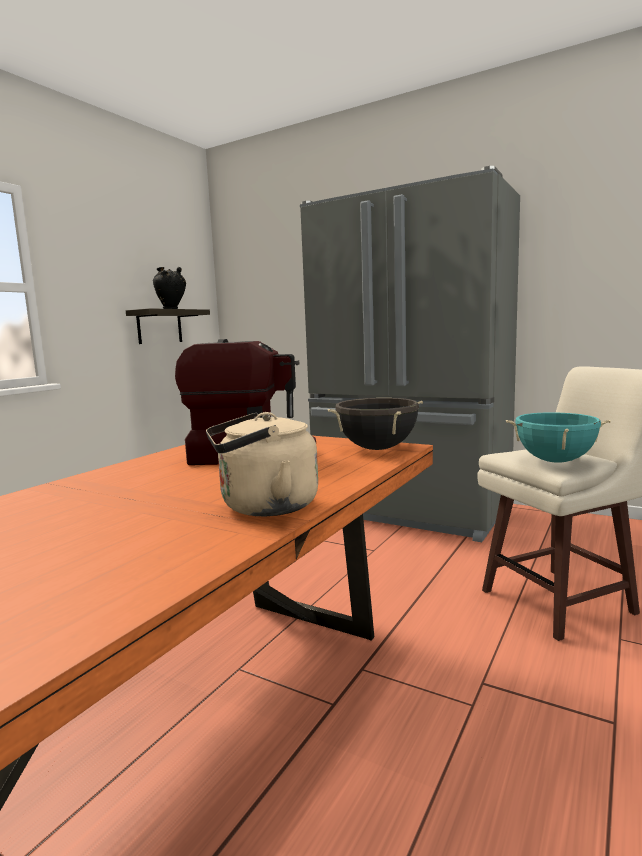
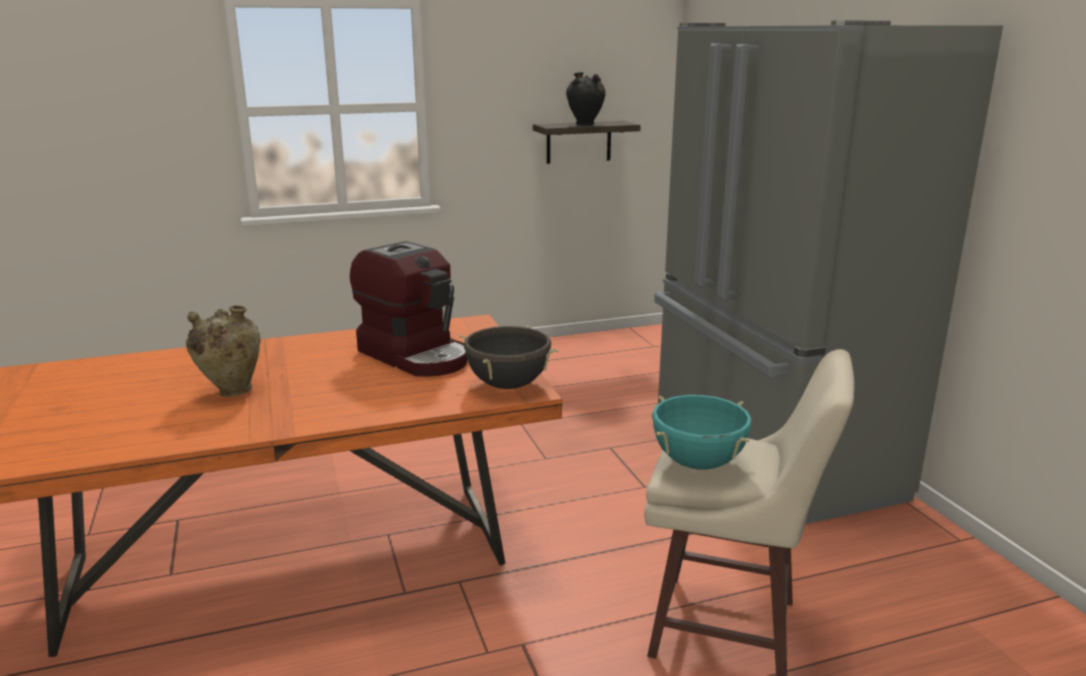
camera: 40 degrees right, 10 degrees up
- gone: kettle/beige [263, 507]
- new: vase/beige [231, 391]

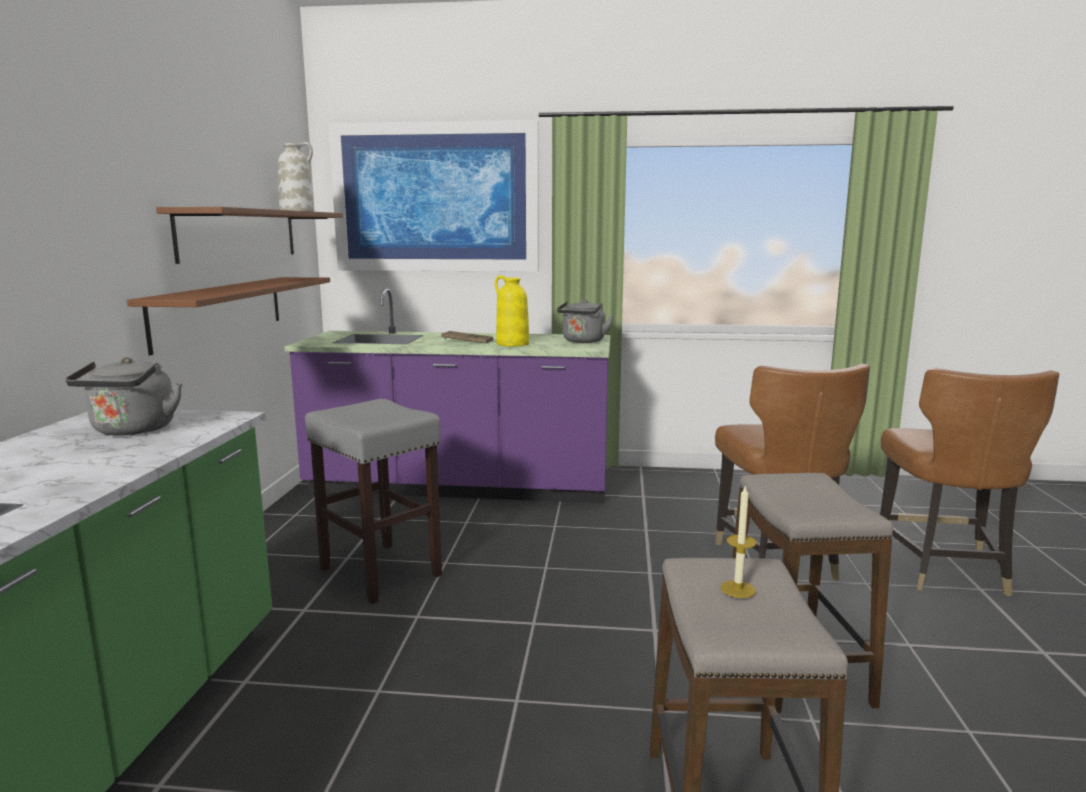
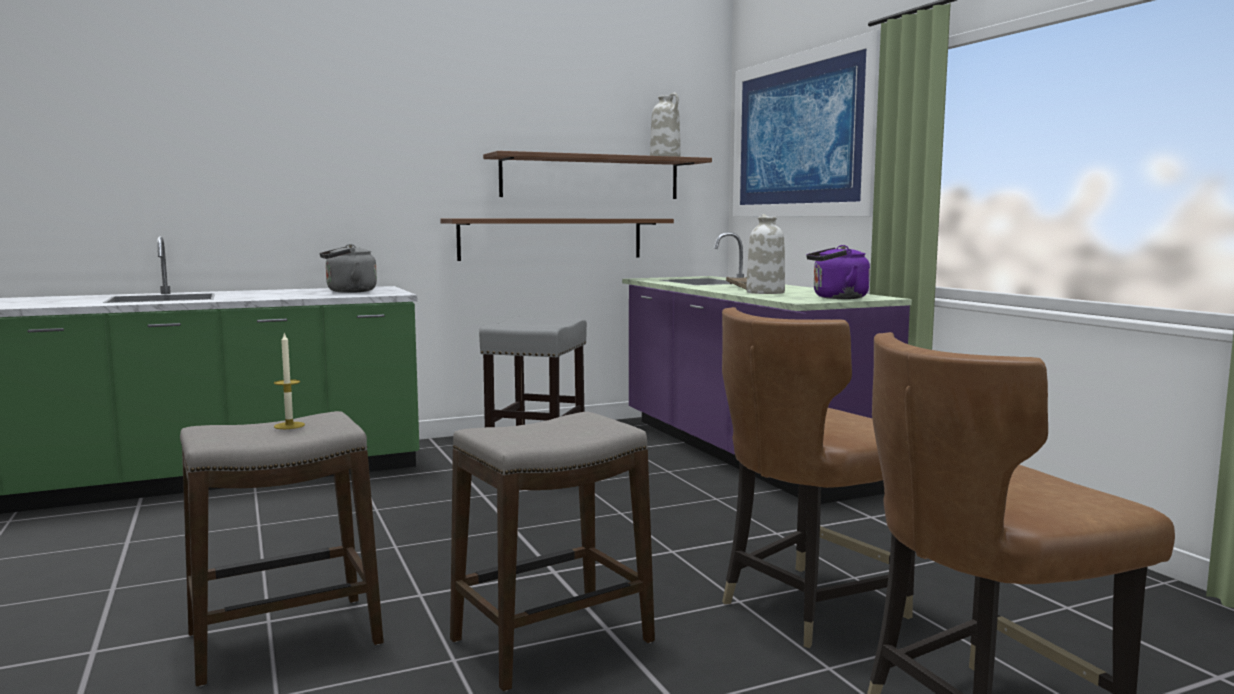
camera: 60 degrees right, 5 degrees down
- repainted: vase/yellow [512, 344] to vase/white [764, 292]
- repainted: kettle/grey [583, 341] to kettle/purple [836, 298]

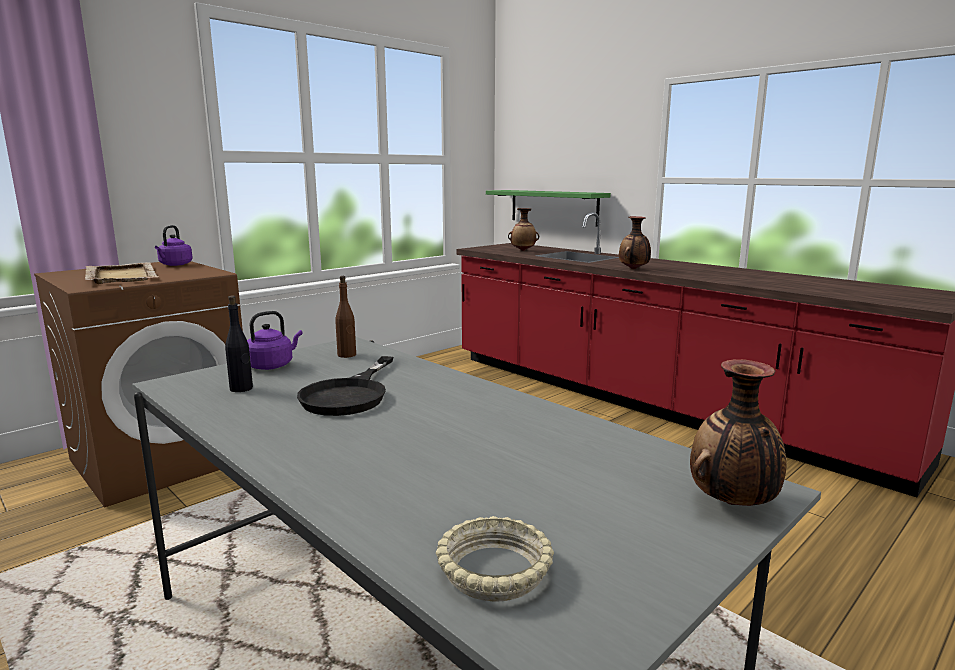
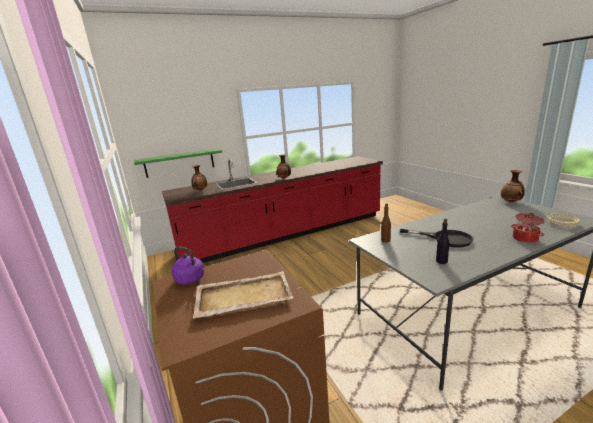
camera: 70 degrees left, 5 degrees up
- gone: kettle/purple [272, 365]
- new: cooking pot [525, 238]

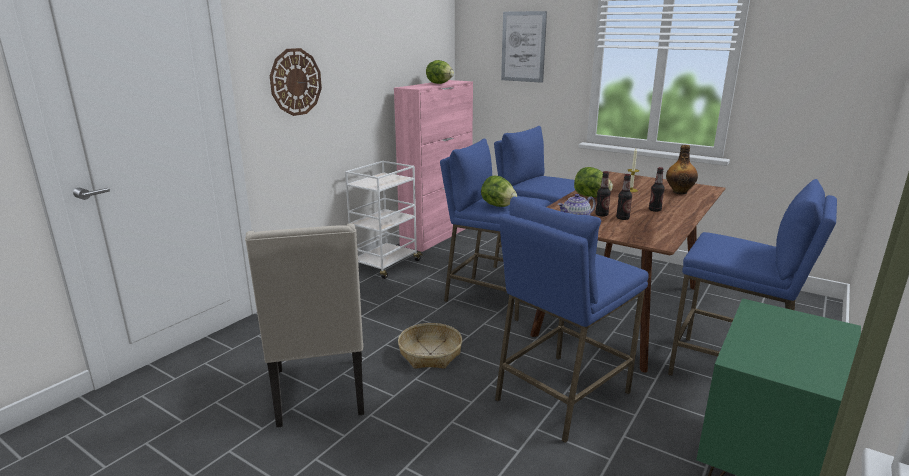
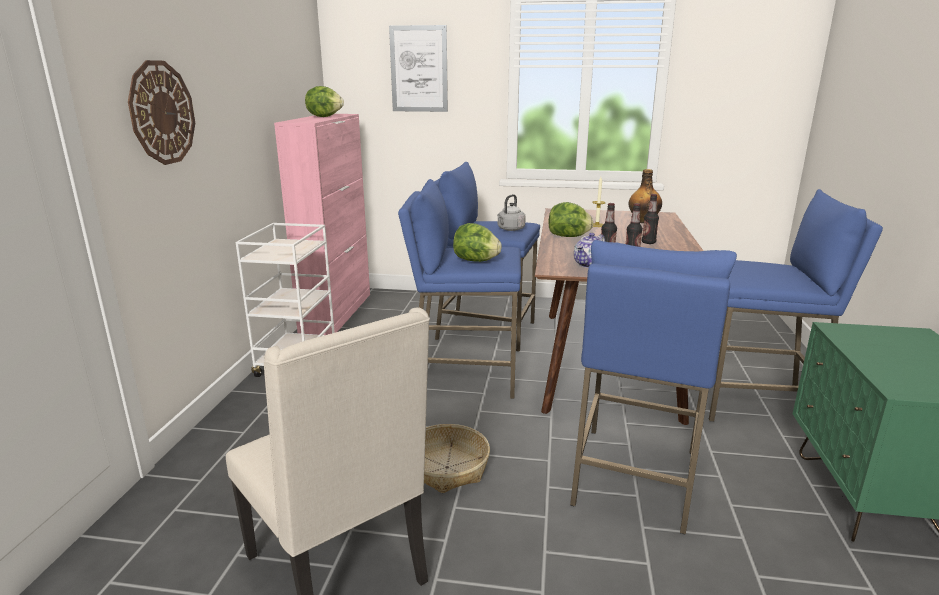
camera: 25 degrees left, 0 degrees up
- new: kettle/grey [510, 229]

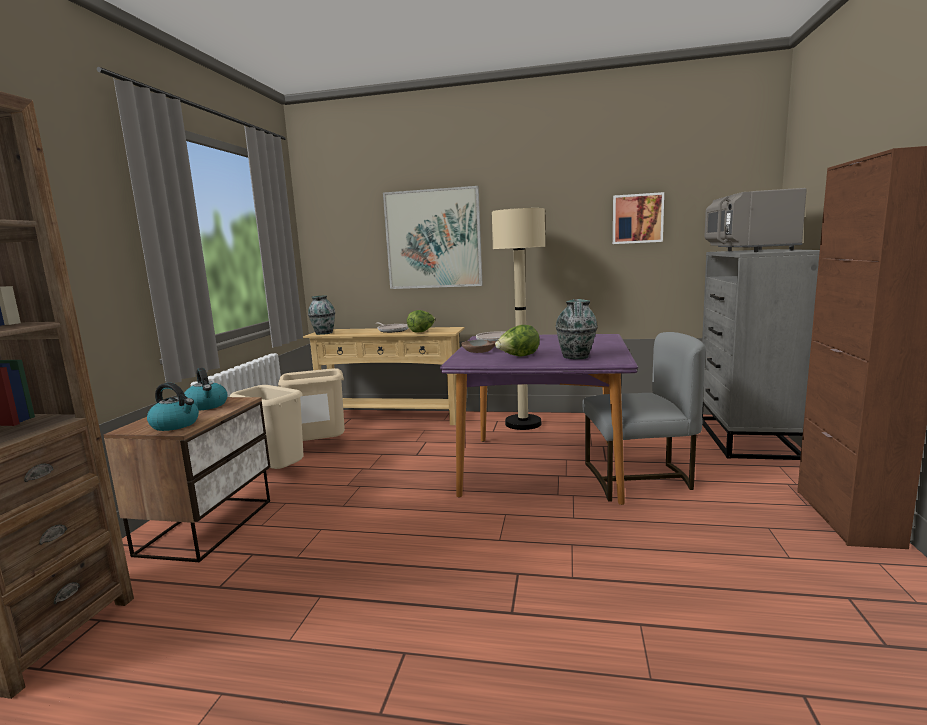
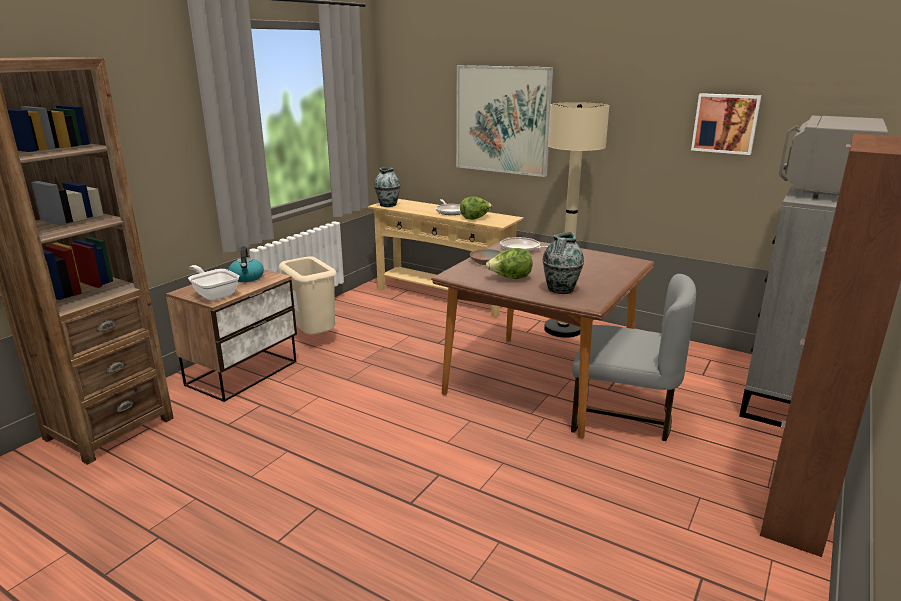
camera: 20 degrees right, 10 degrees up
- swapped: kettle [176, 425] to frying pan [214, 294]
- gone: trash can/beige [318, 449]
- repainted: dining table/purple [542, 468] to dining table/brown [540, 383]

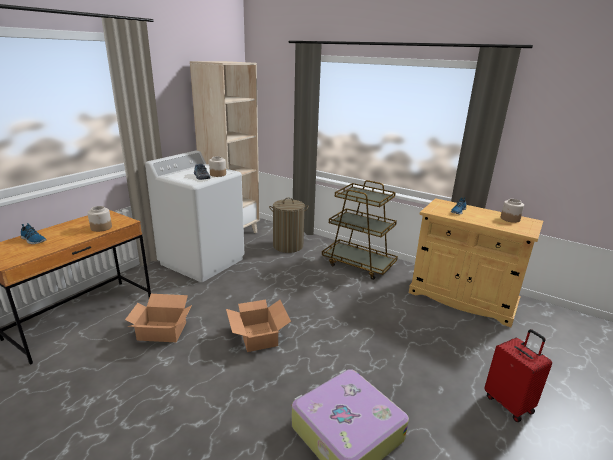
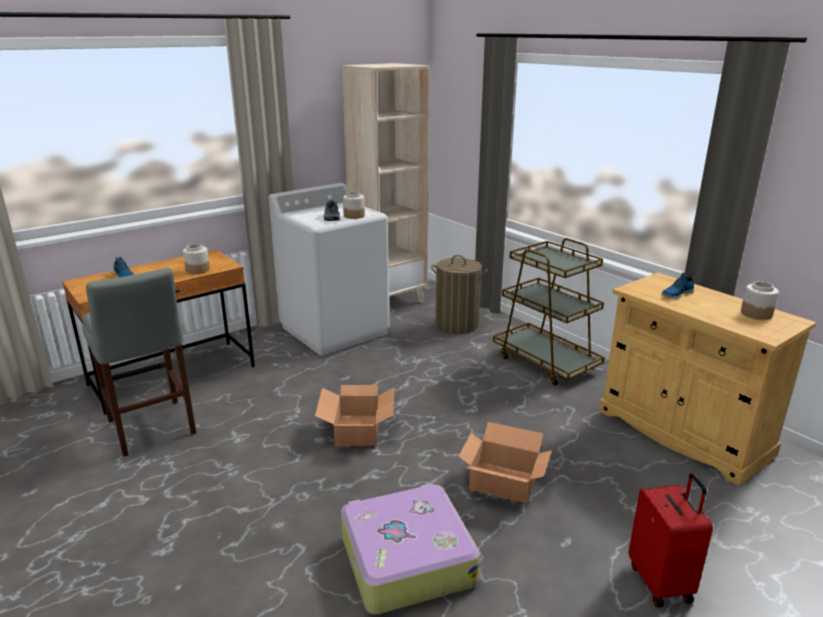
camera: 20 degrees right, 0 degrees up
- shifted: cardboard box [162, 331] to [503, 482]
- new: stool/grey [152, 429]

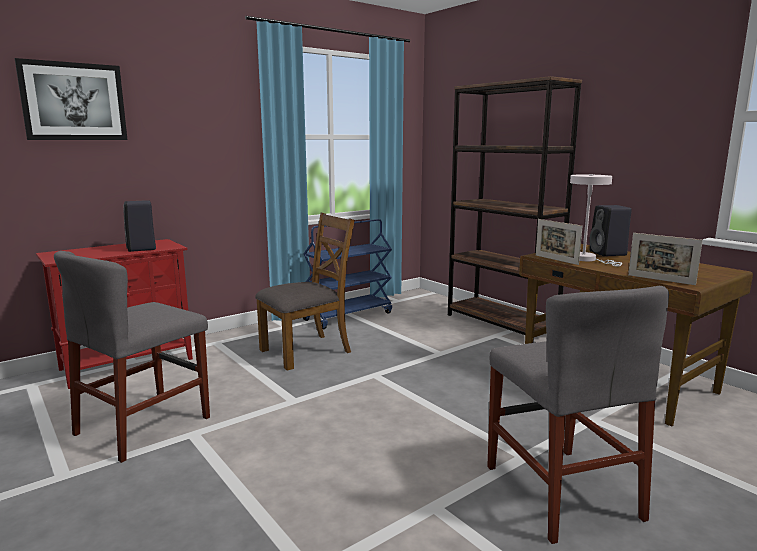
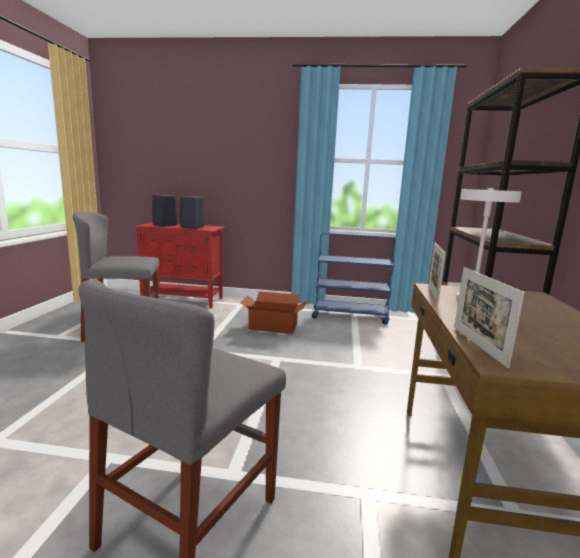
camera: 45 degrees right, 0 degrees up
- gone: picture [74, 102]
- swapped: chair/brown [306, 351] to cardboard box [273, 327]
- shifted: speaker/black [608, 253] to [164, 225]

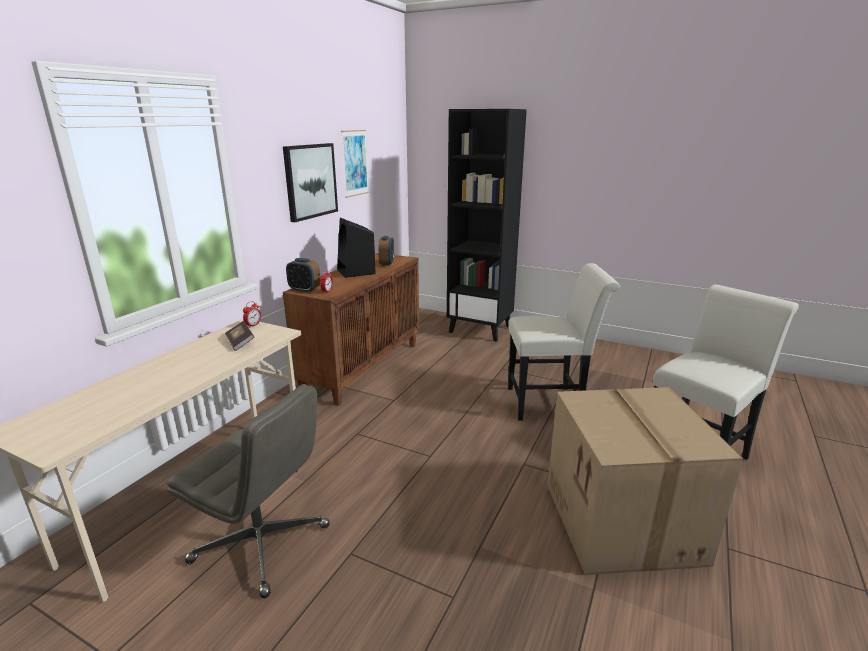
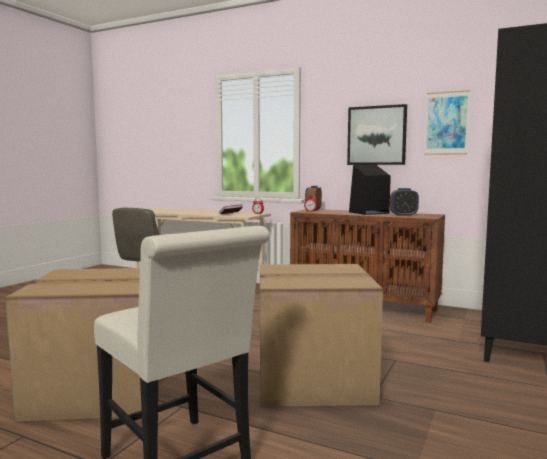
camera: 90 degrees right, 15 degrees down
- swapped: chair/white [550, 403] to cardboard box [311, 380]

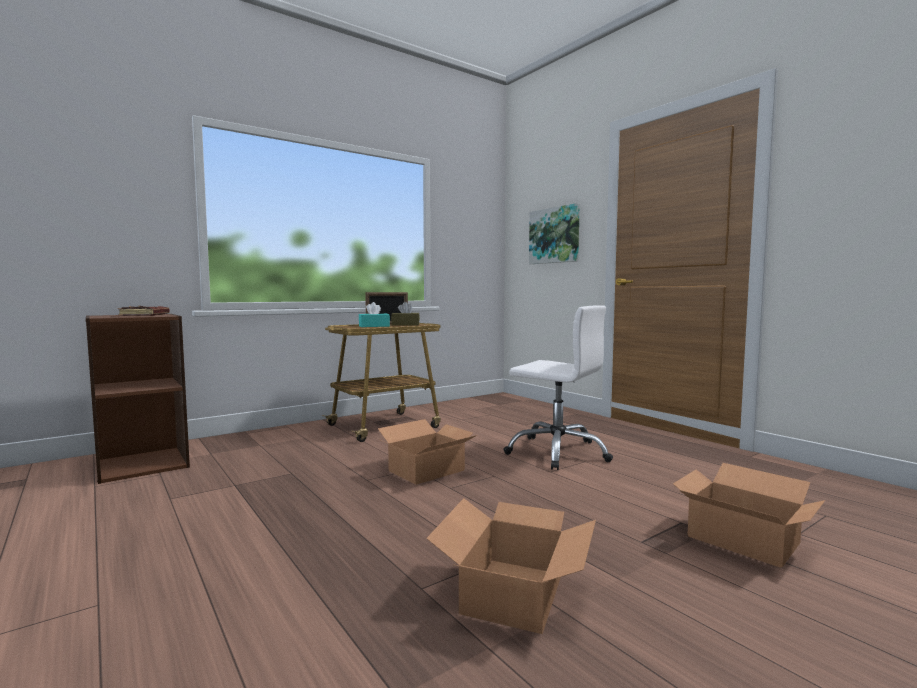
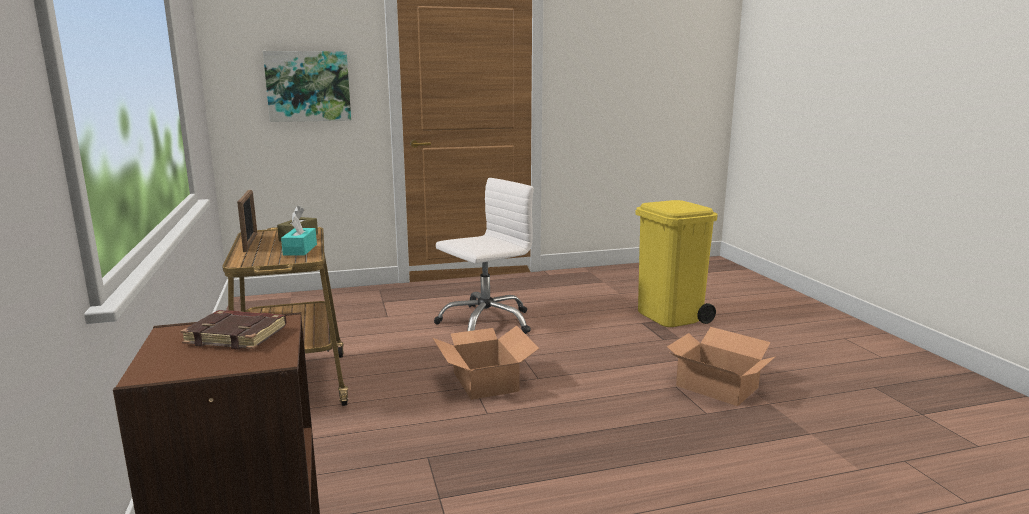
camera: 70 degrees left, 10 degrees up
- swapped: cardboard box [743, 540] to trash can/yellow [670, 316]

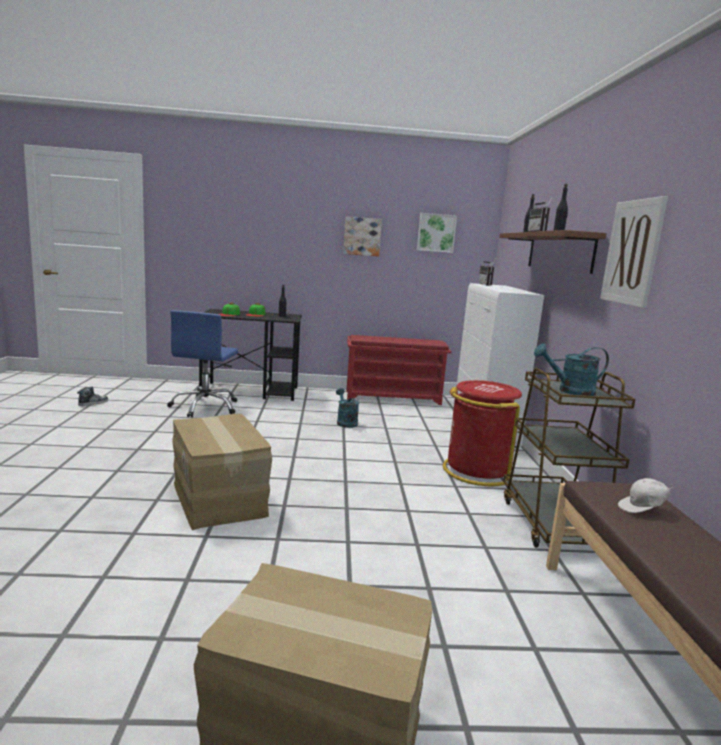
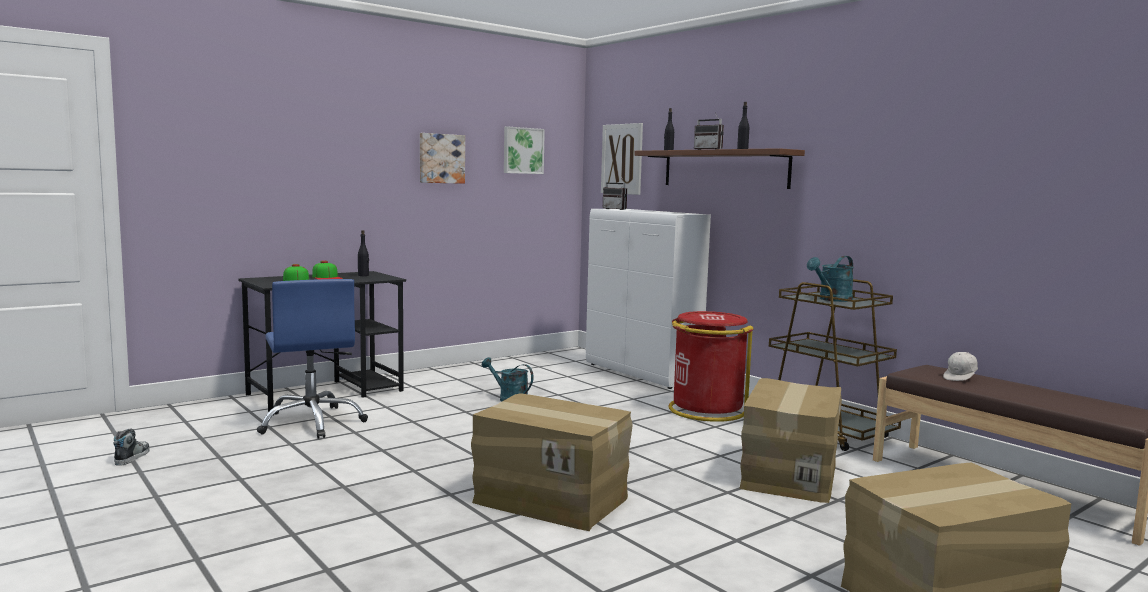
camera: 35 degrees left, 5 degrees down
- gone: shoe rack/red [393, 397]
- shifted: picture [632, 252] to [622, 159]
- new: cardboard box [787, 474]

